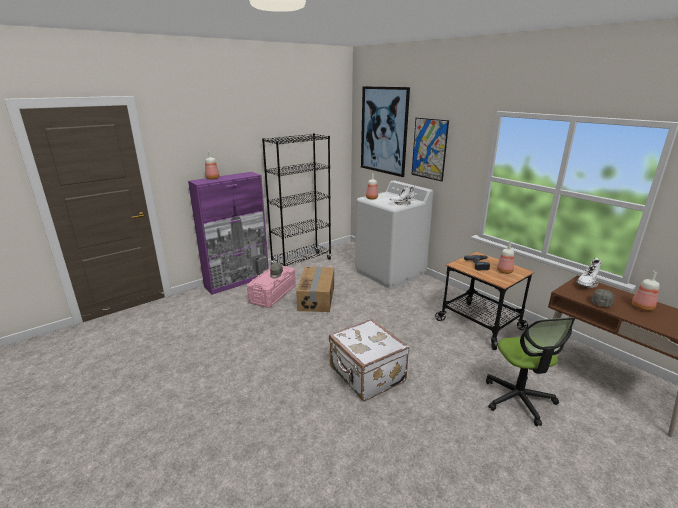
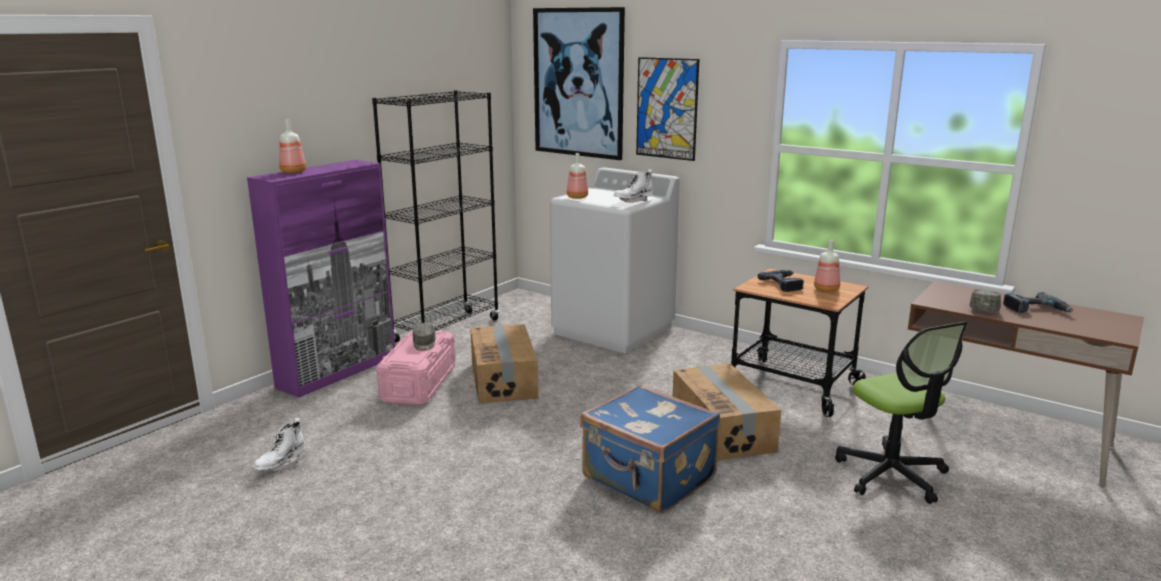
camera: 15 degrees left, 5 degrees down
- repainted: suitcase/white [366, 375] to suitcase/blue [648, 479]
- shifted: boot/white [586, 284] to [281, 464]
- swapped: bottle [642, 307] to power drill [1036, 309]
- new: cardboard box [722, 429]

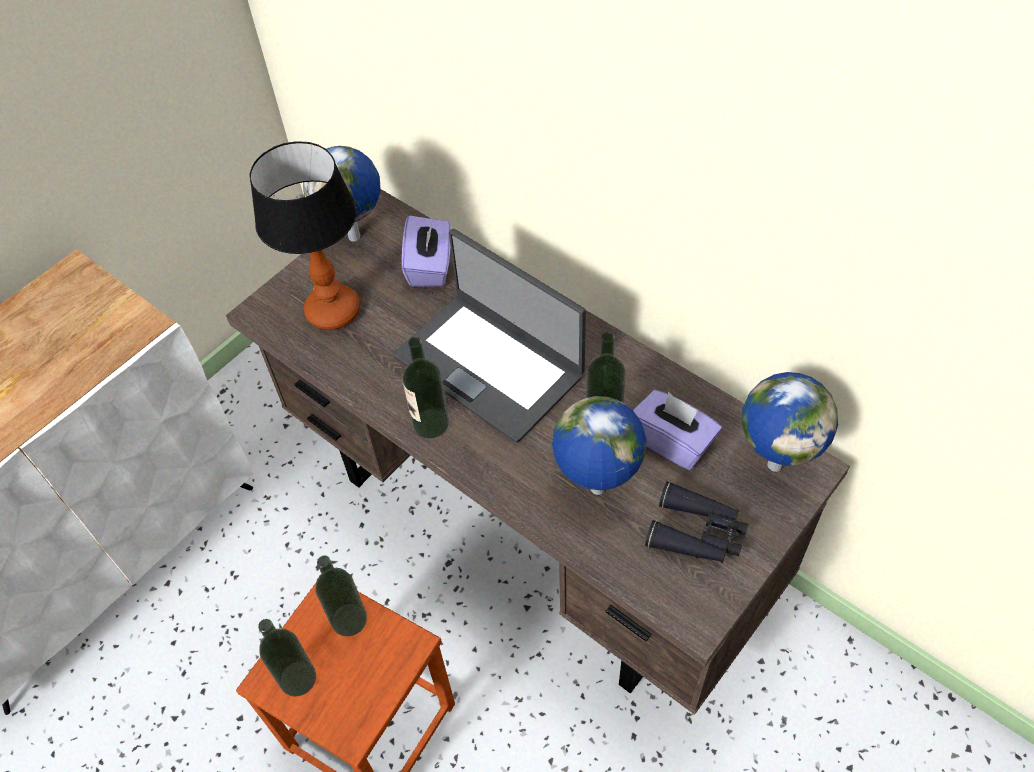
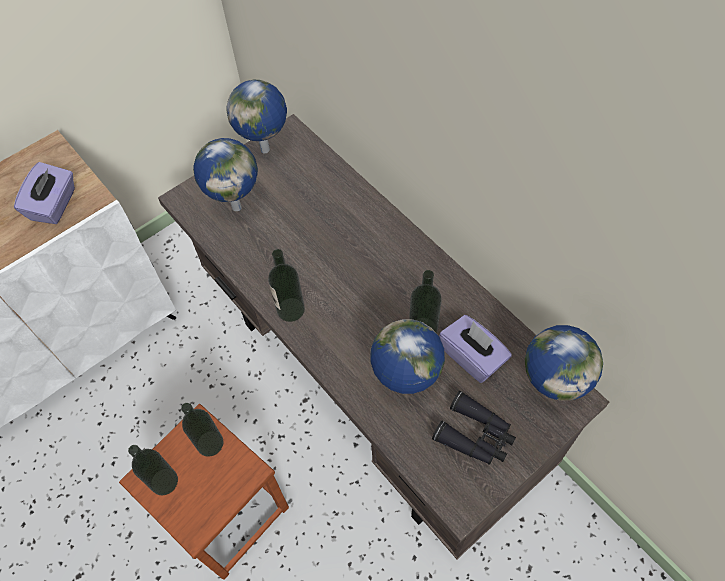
camera: 10 degrees right, 5 degrees up
- swapped: table lamp [332, 310] to globe [236, 206]
- gone: laptop [490, 365]
- shifted: tissue box/purple [430, 266] to [54, 205]

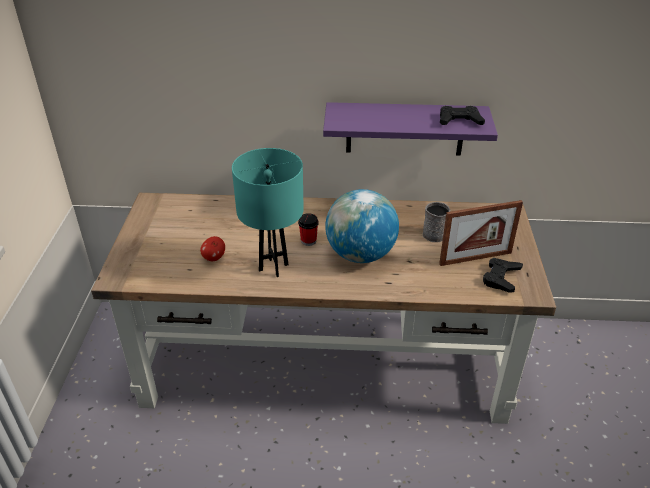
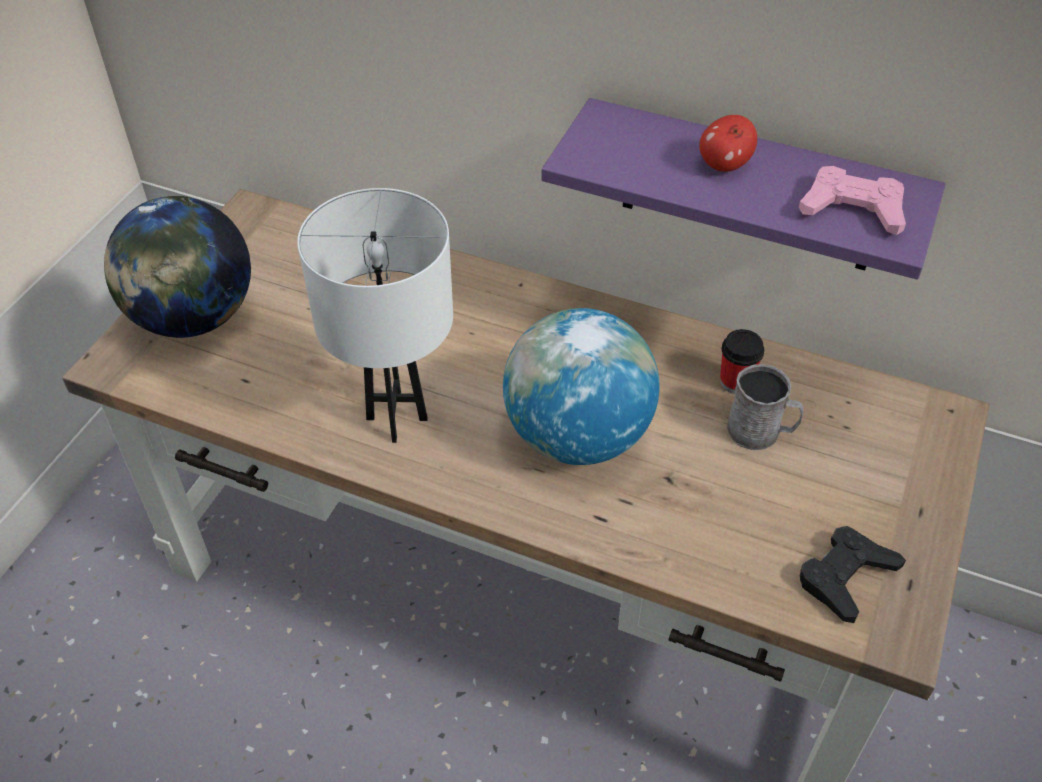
camera: 20 degrees right, 10 degrees up
- shifted: apple [213, 258] to [724, 165]
- repainted: table lamp/turquoise [273, 267] to table lamp/white [397, 418]
- shifted: cup [308, 241] to [735, 382]
- gone: picture frame [475, 258]
- repainted: game controller/black [459, 120] to game controller/pink [853, 208]
- new: globe [194, 318]

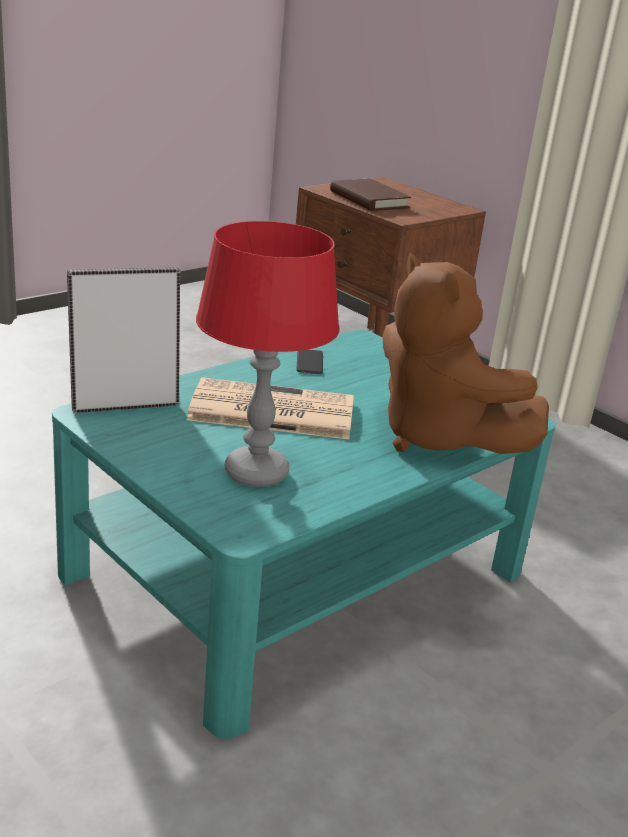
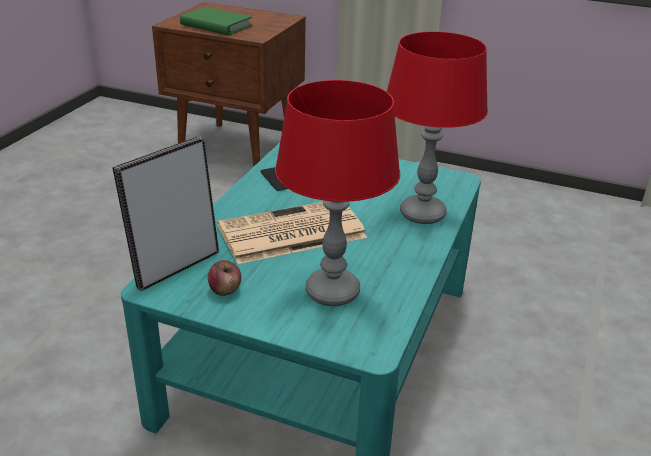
camera: 25 degrees left, 5 degrees up
- repainted: book/brown [368, 200] to book/green [216, 25]
- swapped: plush toy/brown [438, 438] to table lamp/red [422, 214]
- new: apple [225, 290]

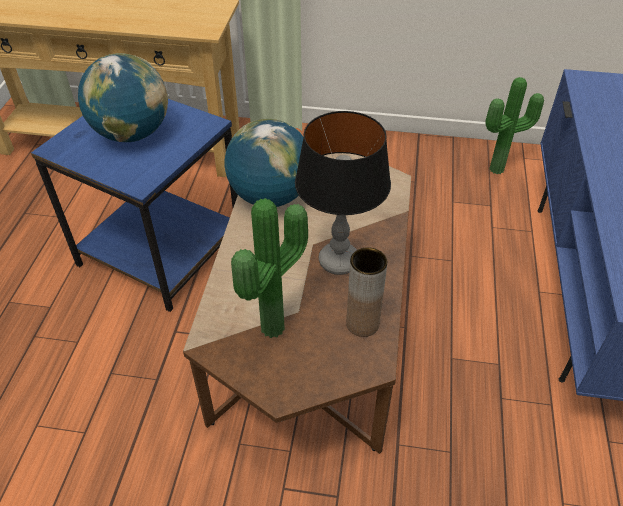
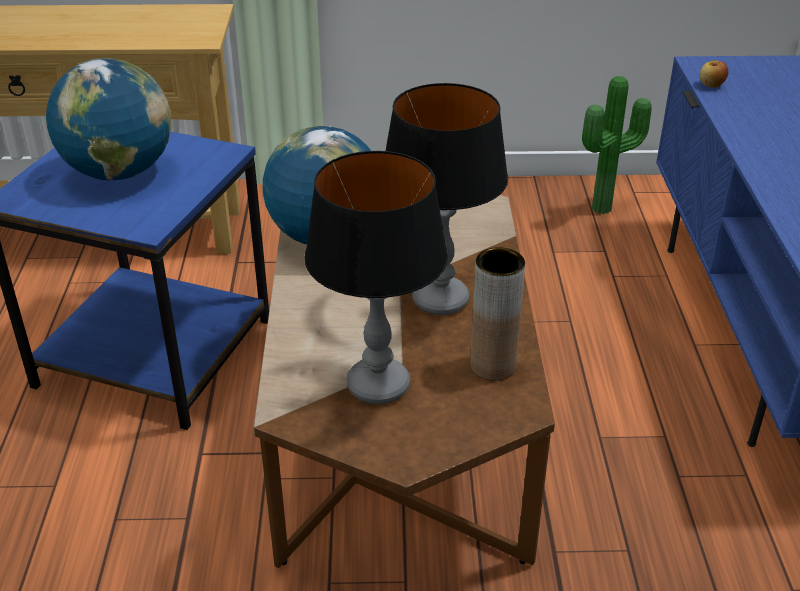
camera: 10 degrees left, 10 degrees down
- swapped: potted plant [277, 329] to table lamp [378, 386]
- new: apple [711, 85]

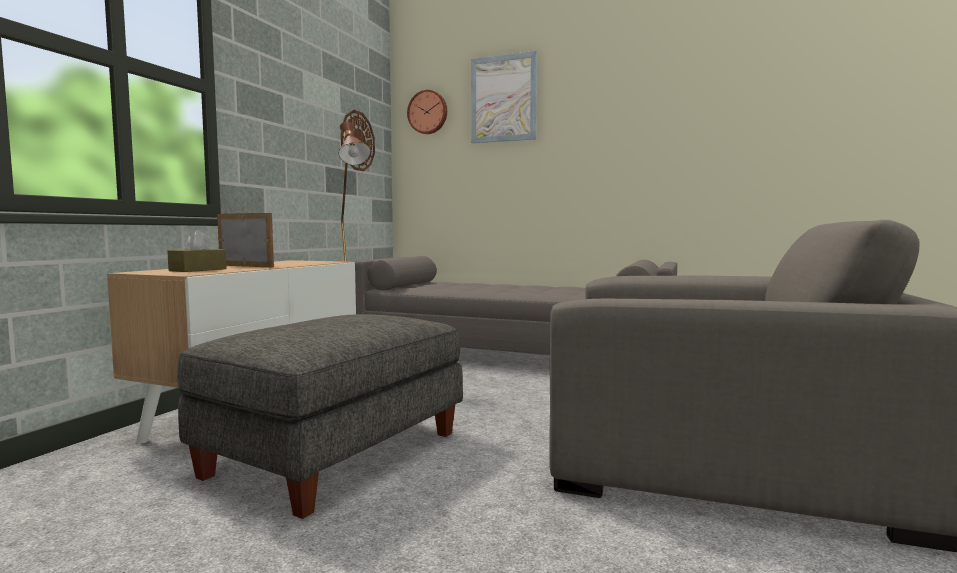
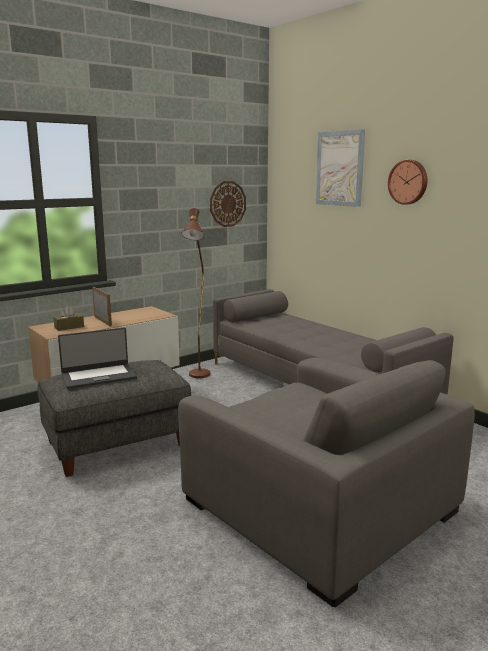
camera: 30 degrees right, 10 degrees up
- shifted: wall clock [428, 112] to [408, 182]
- new: laptop [98, 376]

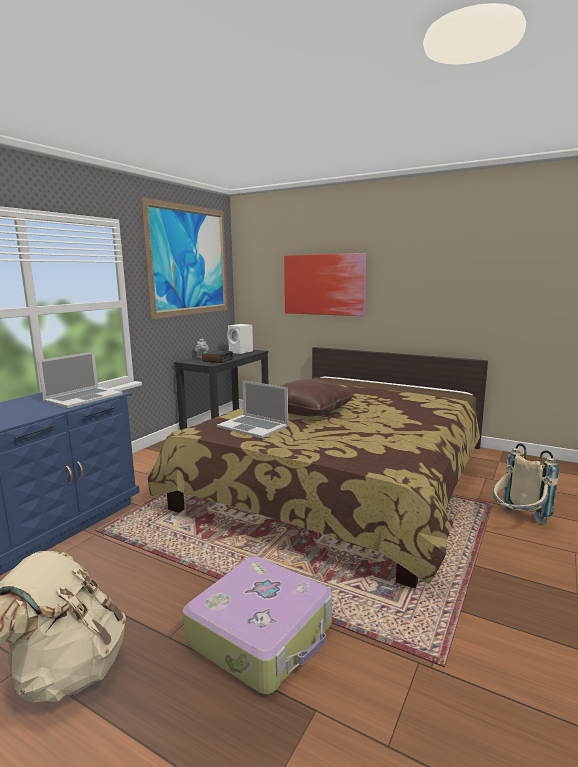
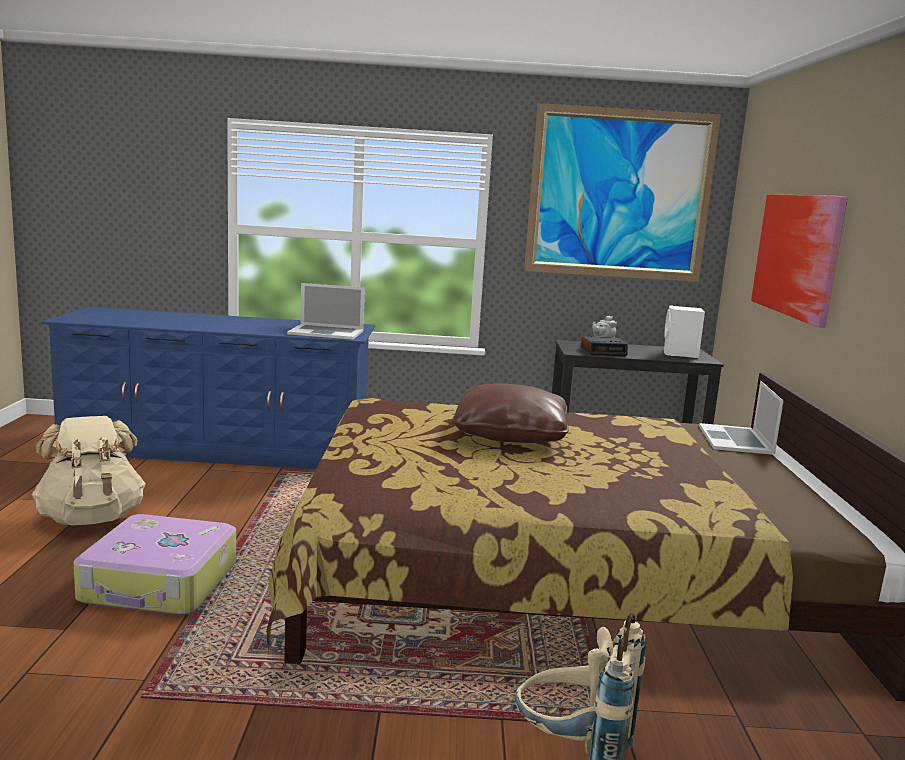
camera: 60 degrees right, 0 degrees up
- shifted: laptop [253, 426] to [736, 440]

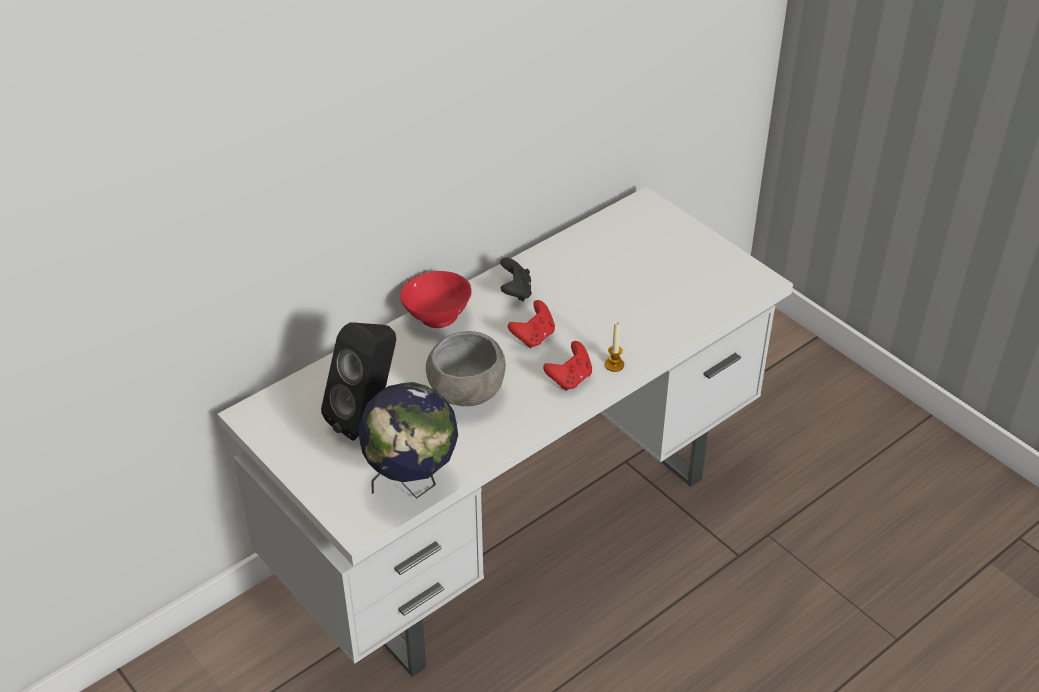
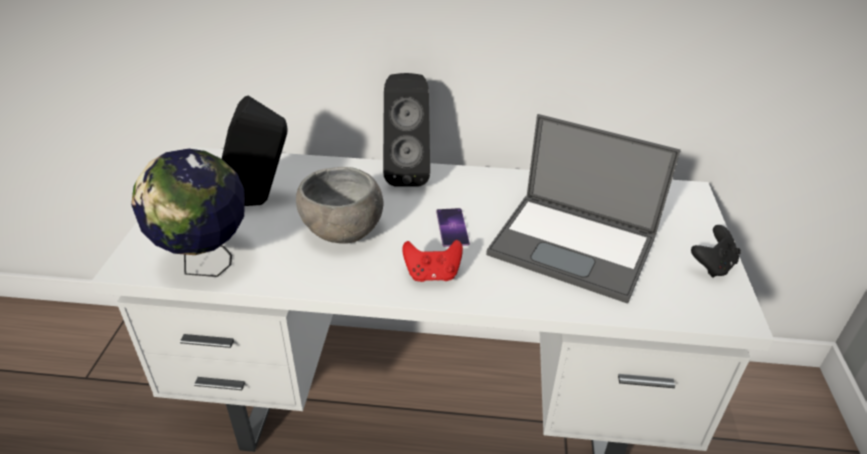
camera: 45 degrees right, 5 degrees down
- swapped: bowl/red [437, 316] to speaker/black [407, 173]
- shifted: game controller/black [515, 292] to [712, 266]
- swapped: game controller/red [533, 337] to phone [452, 227]
- gone: candle [614, 365]
- new: laptop [575, 246]

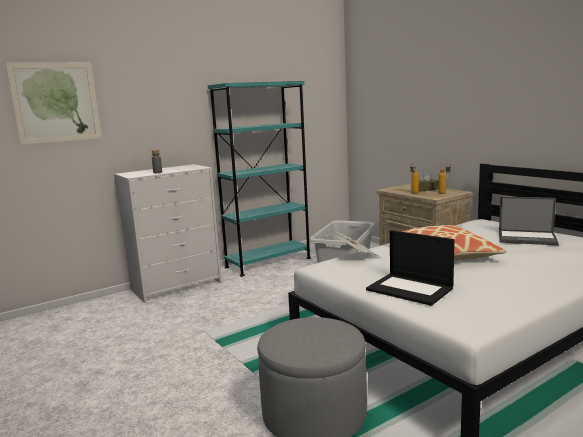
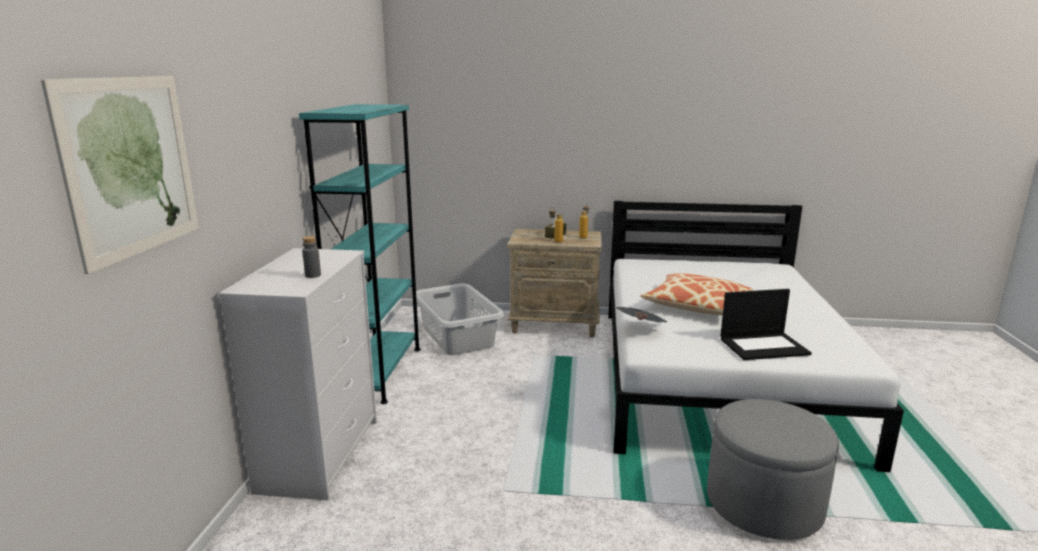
camera: 50 degrees left, 5 degrees up
- gone: laptop [527, 238]

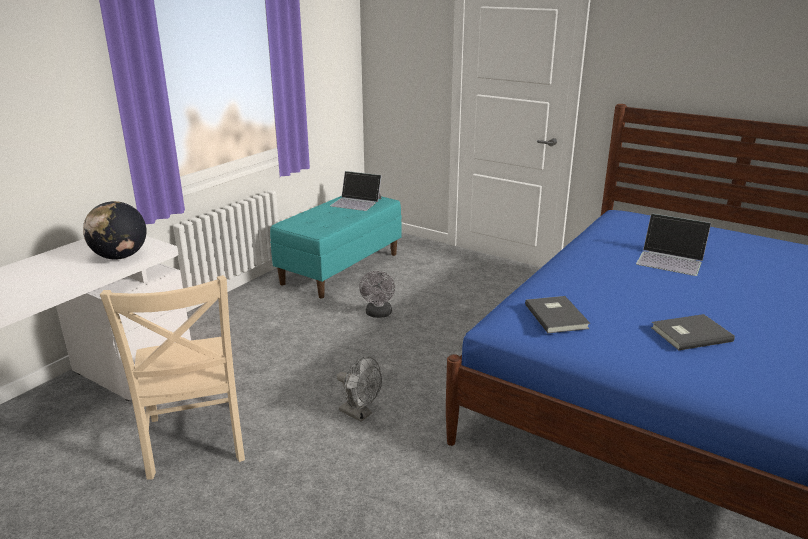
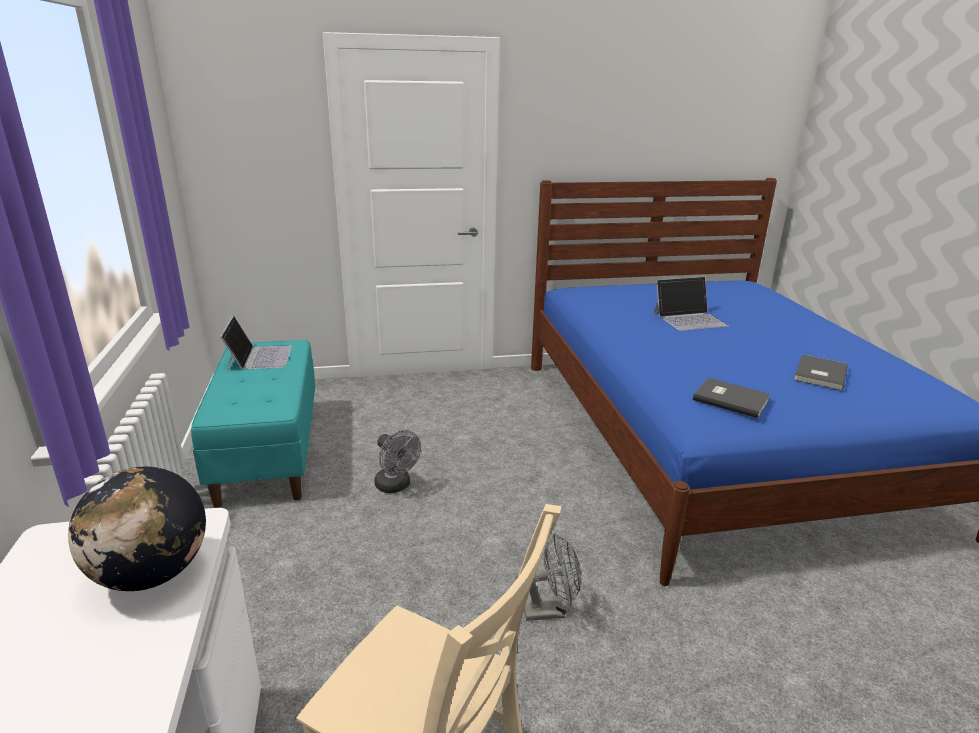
camera: 45 degrees left, 0 degrees up
- rotated: laptop [356, 202] = [259, 357] 75 degrees counterclockwise

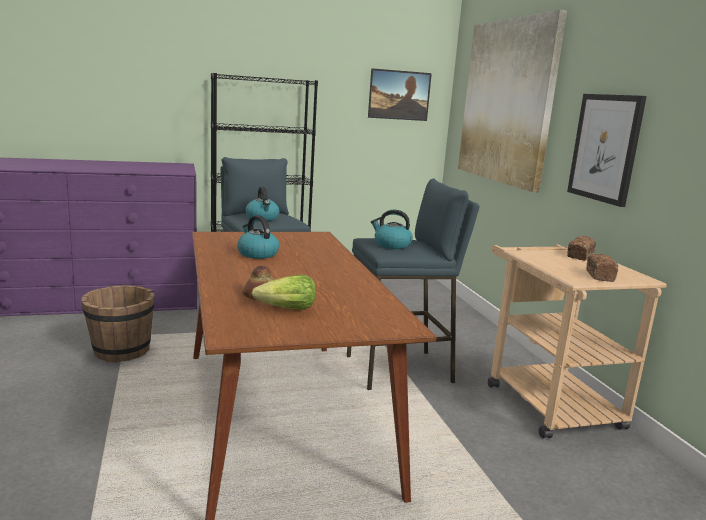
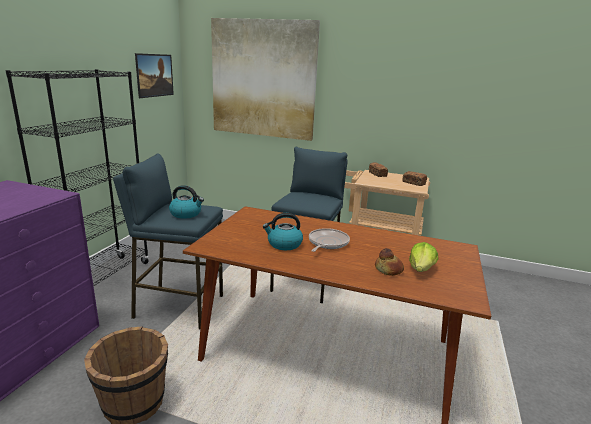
camera: 55 degrees left, 5 degrees up
- gone: kettle [391, 245]
- gone: picture [605, 148]
- new: frying pan [327, 243]

